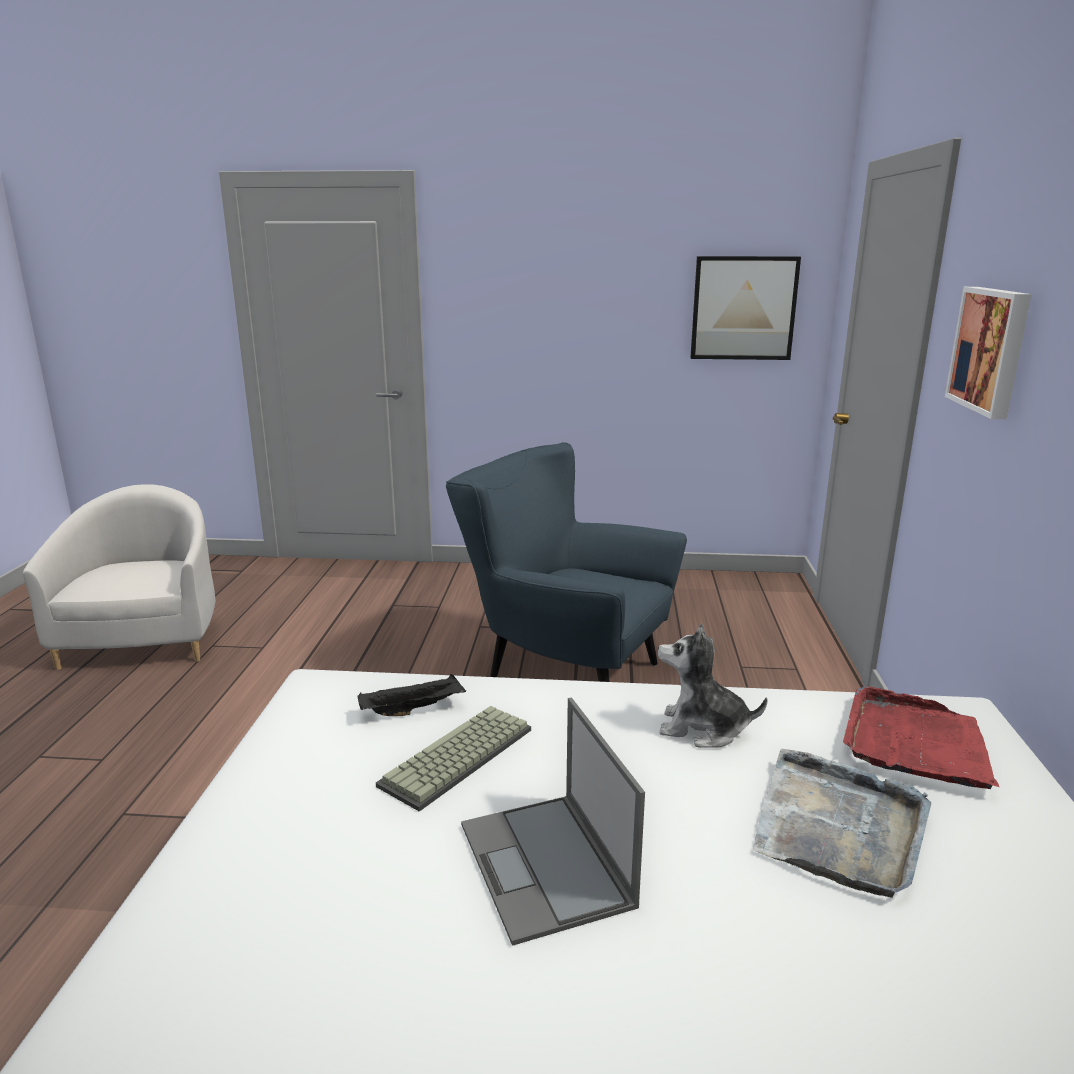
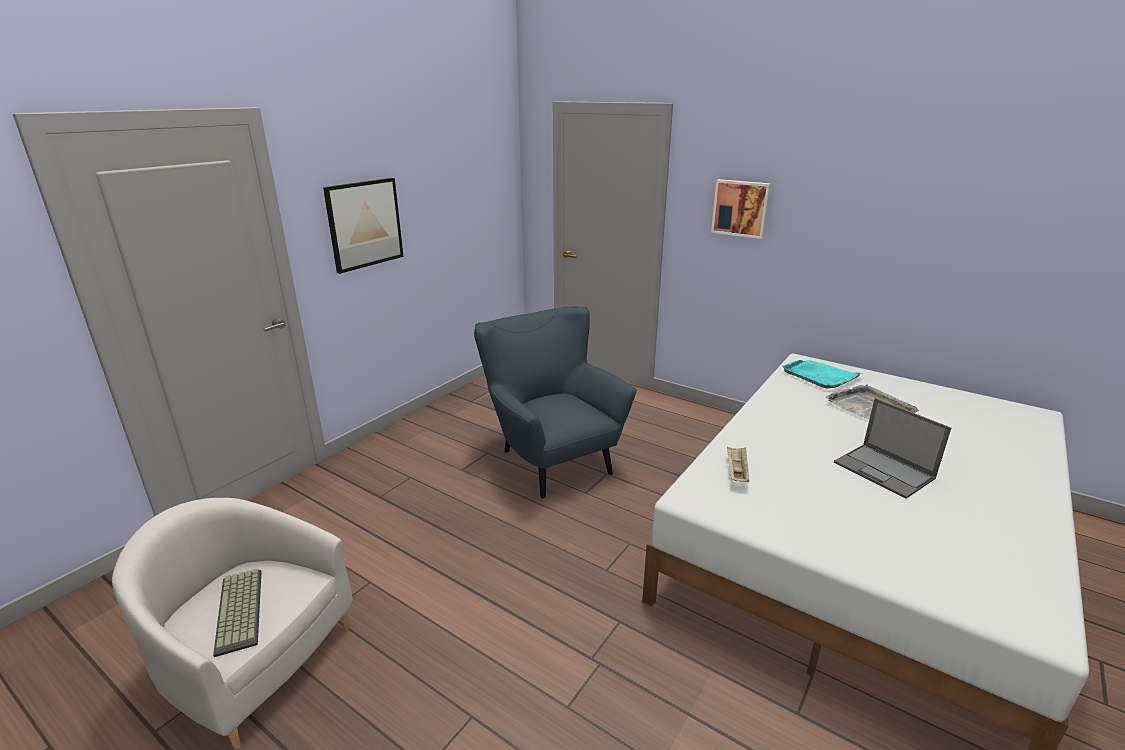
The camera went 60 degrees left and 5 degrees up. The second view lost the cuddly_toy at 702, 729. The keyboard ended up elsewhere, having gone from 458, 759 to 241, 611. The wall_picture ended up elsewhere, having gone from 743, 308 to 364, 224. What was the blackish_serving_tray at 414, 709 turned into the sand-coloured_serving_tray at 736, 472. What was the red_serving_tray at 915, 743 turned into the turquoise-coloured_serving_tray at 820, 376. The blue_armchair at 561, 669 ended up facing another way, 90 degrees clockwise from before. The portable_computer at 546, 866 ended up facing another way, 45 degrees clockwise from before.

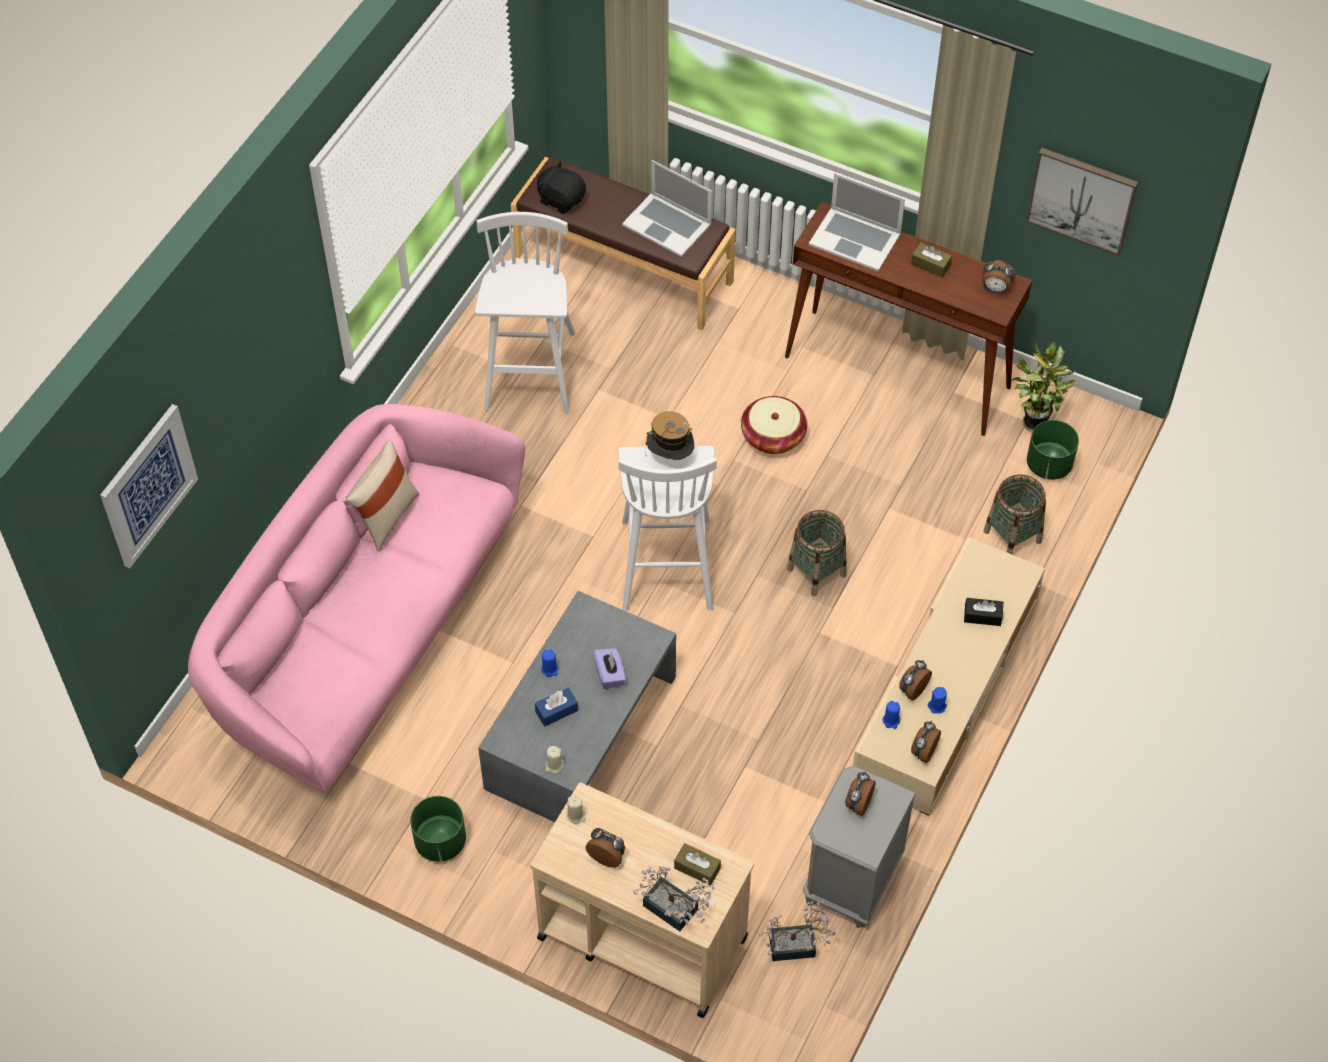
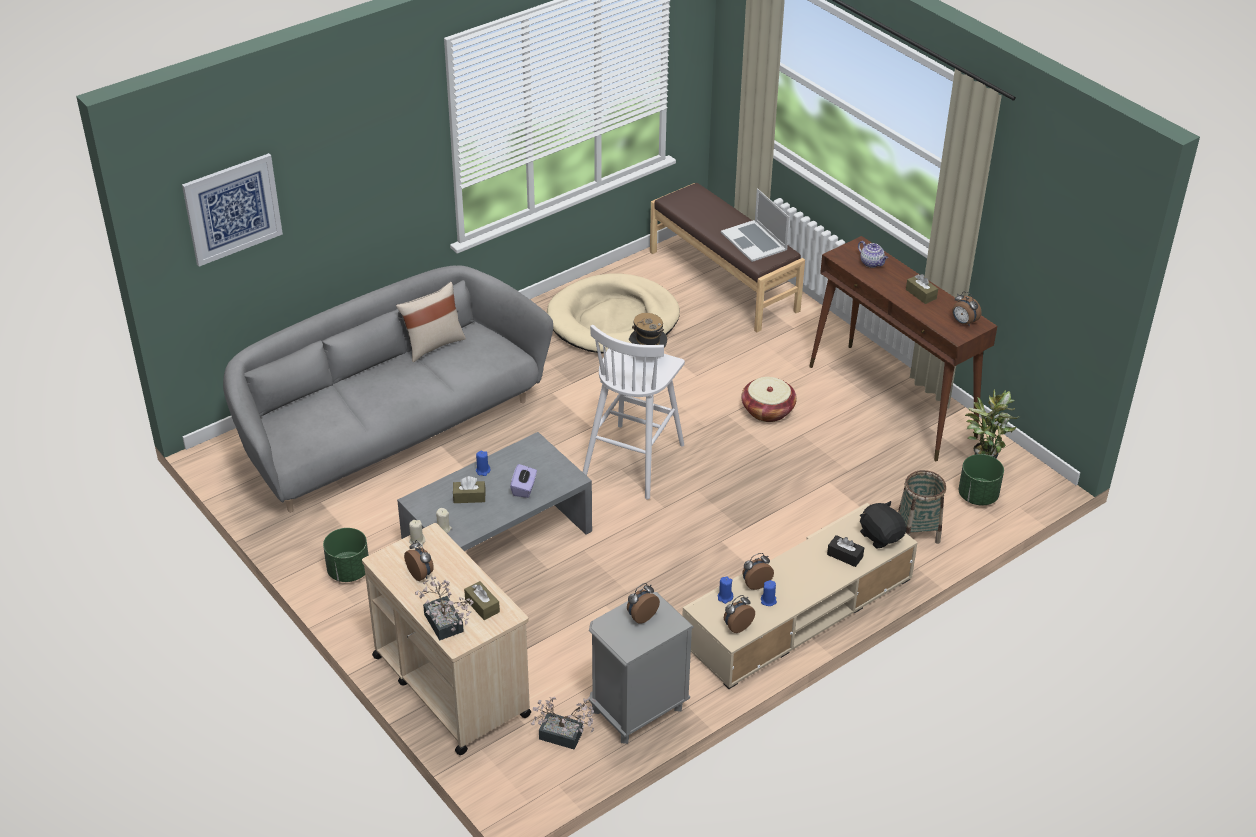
The camera went 25 degrees right and 15 degrees down. The second view lost the basket at 816, 572. The second view lost the wall_picture at 1082, 199. The blackish_cuddly_toy ended up elsewhere, having gone from 561, 199 to 881, 536. Where the whitish_stool_seat stood at 530, 373, the sand-coloured_dog_cushion came to stand at 613, 320. Where the portable_computer stood at 855, 239, the pot_for_tea came to stand at 872, 263. What was the pink-coloured_settee at 364, 634 turned into the gray_settee at 387, 431. What was the blue_tissue_holder at 556, 711 turned into the brown-coloured_tissue_holder at 469, 497.

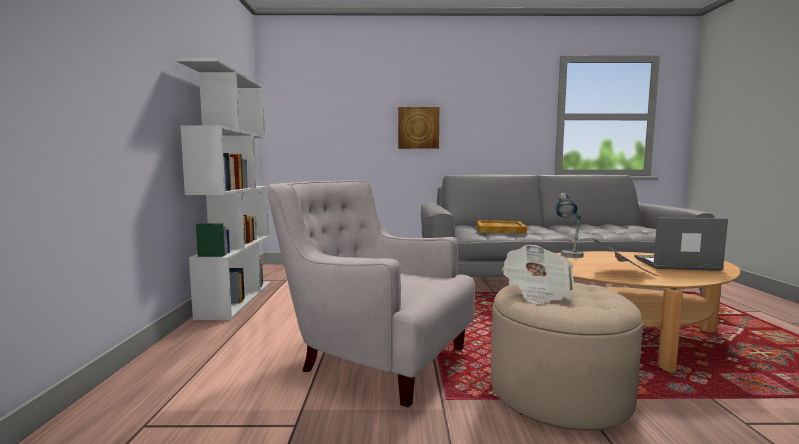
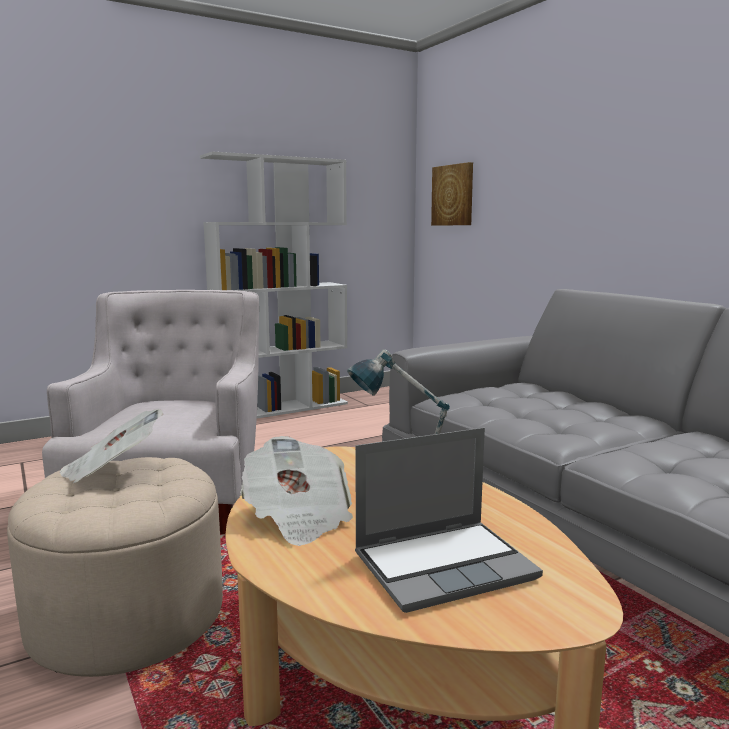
The camera went 60 degrees right and 5 degrees up. The second view lost the sand-coloured_serving_tray at 499, 229. The wall_picture ended up elsewhere, having gone from 418, 128 to 453, 195. The portable_computer at 675, 264 ended up facing another way, 90 degrees clockwise from before.

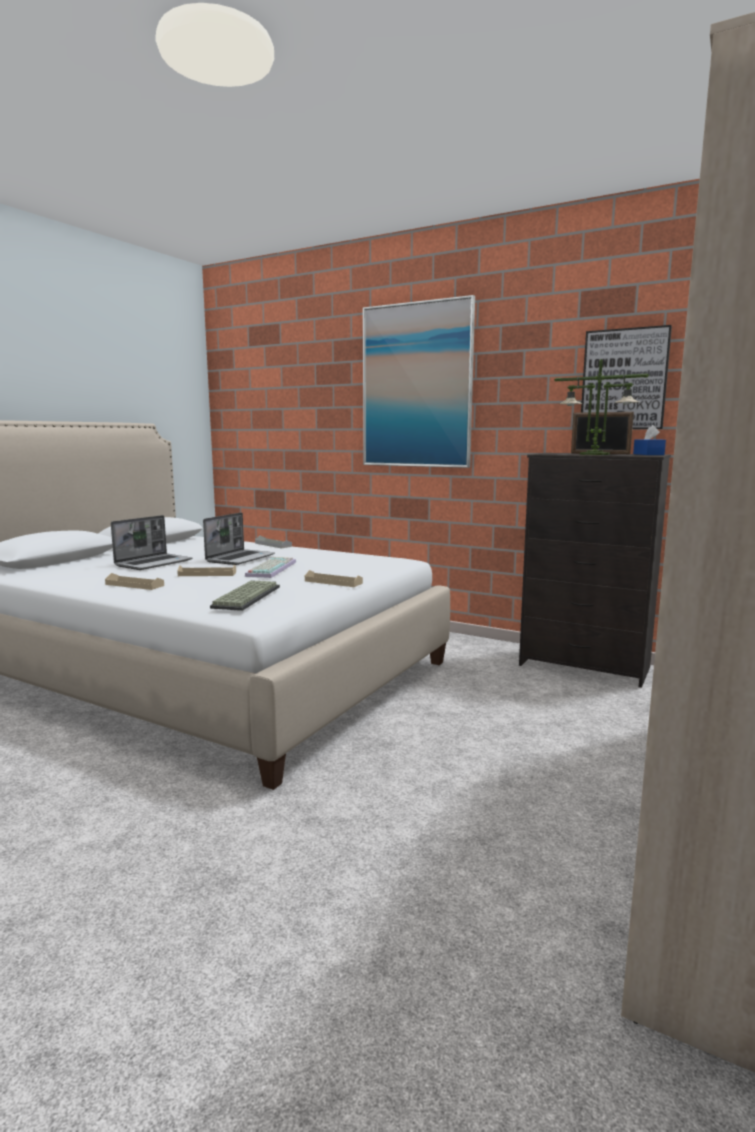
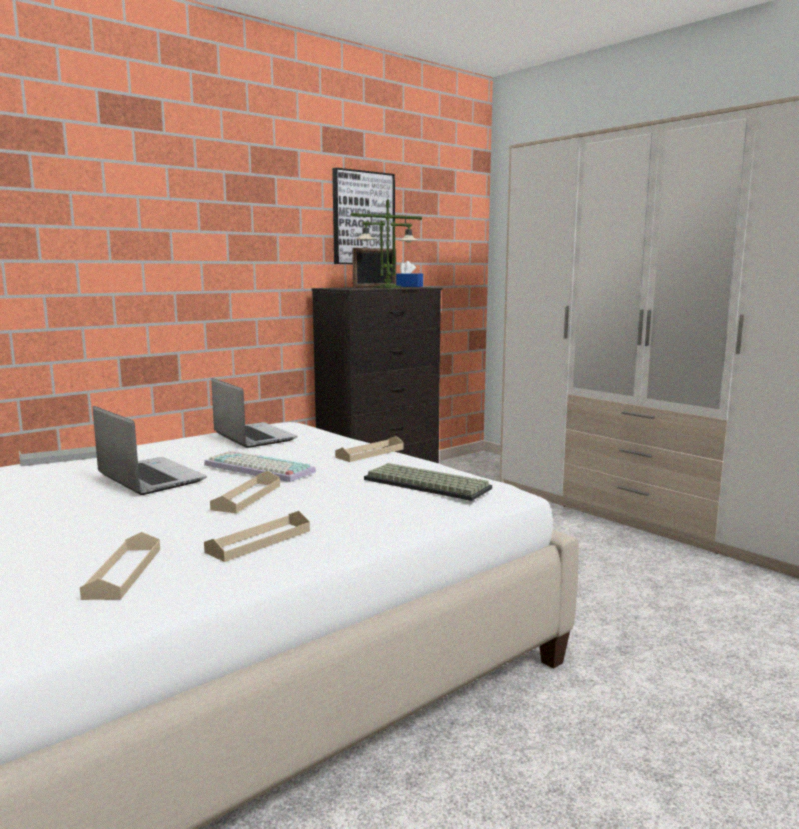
The camera went 70 degrees left and 0 degrees up. The second view lost the wall_picture at 416, 386. The second view gained the sand-coloured_serving_tray at 123, 572. The portable_computer ended up elsewhere, having gone from 154, 563 to 252, 436.

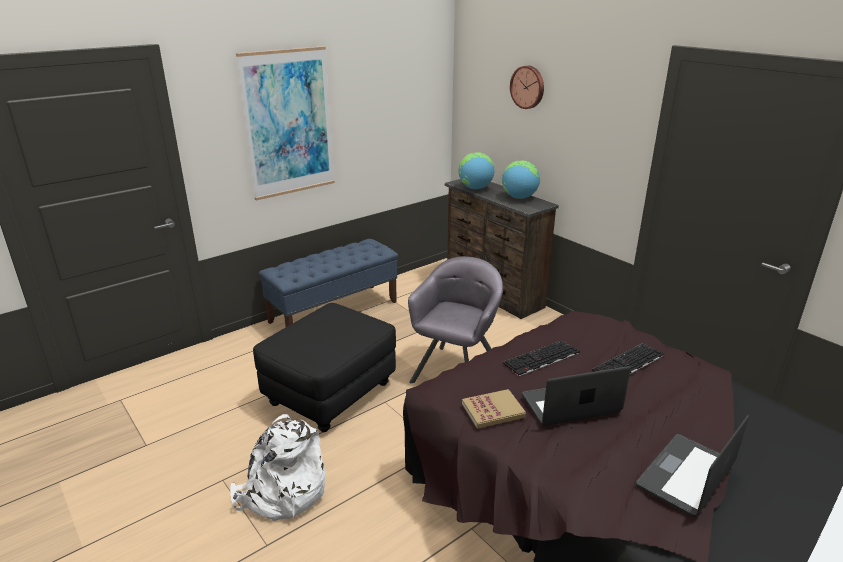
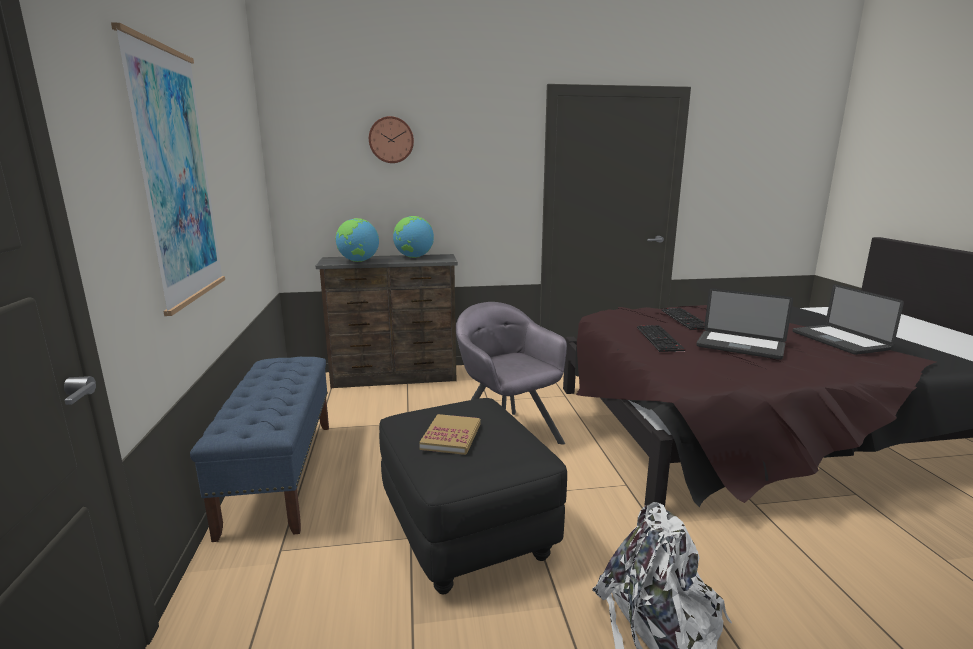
The camera went 60 degrees left and 10 degrees down. The volume ended up elsewhere, having gone from 493, 411 to 451, 436. The portable_computer at 570, 404 ended up facing another way, 75 degrees counterclockwise from before.

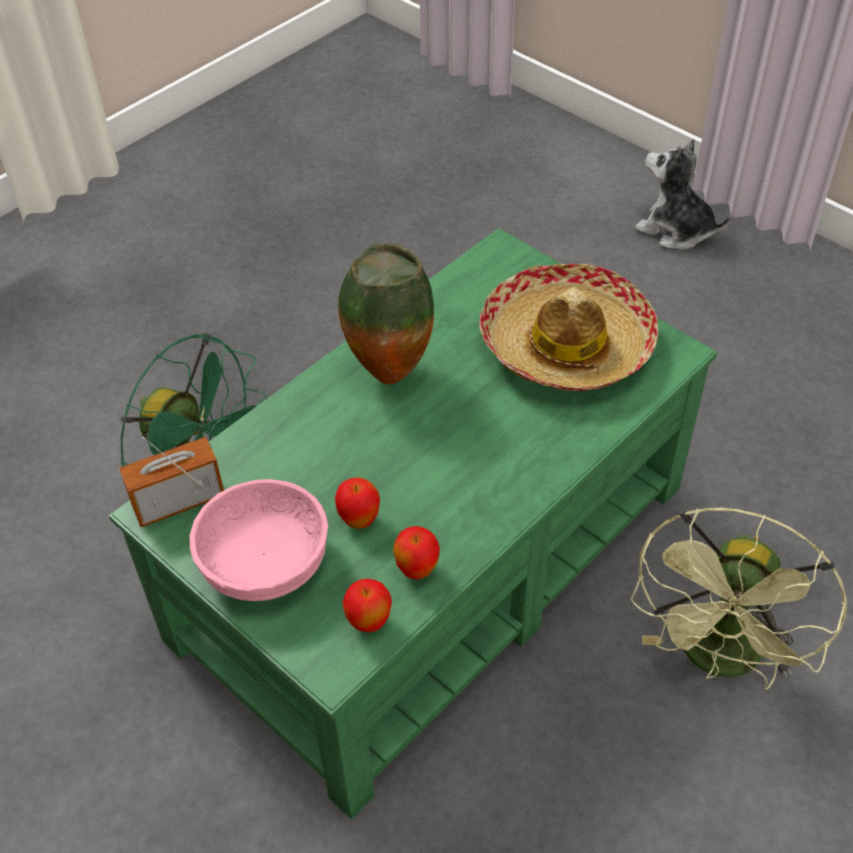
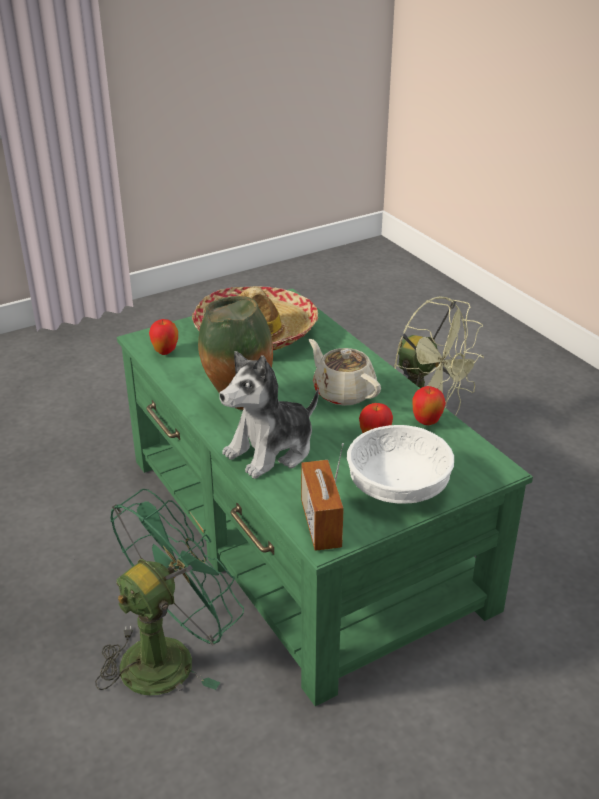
The camera went 75 degrees left and 15 degrees down. The second view gained the sand-coloured_pot_for_tea at 343, 392. The whole_apple ended up elsewhere, having gone from 369, 622 to 165, 352. The cuddly_toy ended up elsewhere, having gone from 675, 230 to 271, 450. What was the pink-coloured_serving_bowl at 267, 562 turned into the whitish_serving_bowl at 398, 486.

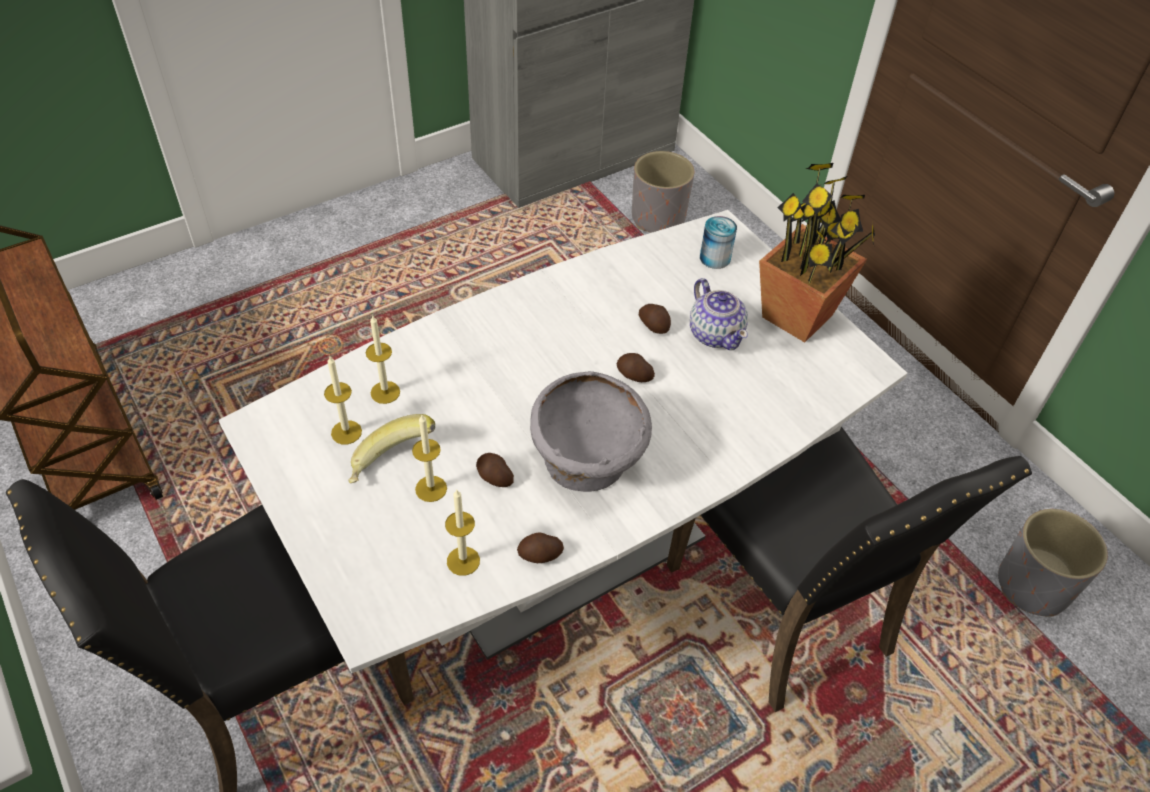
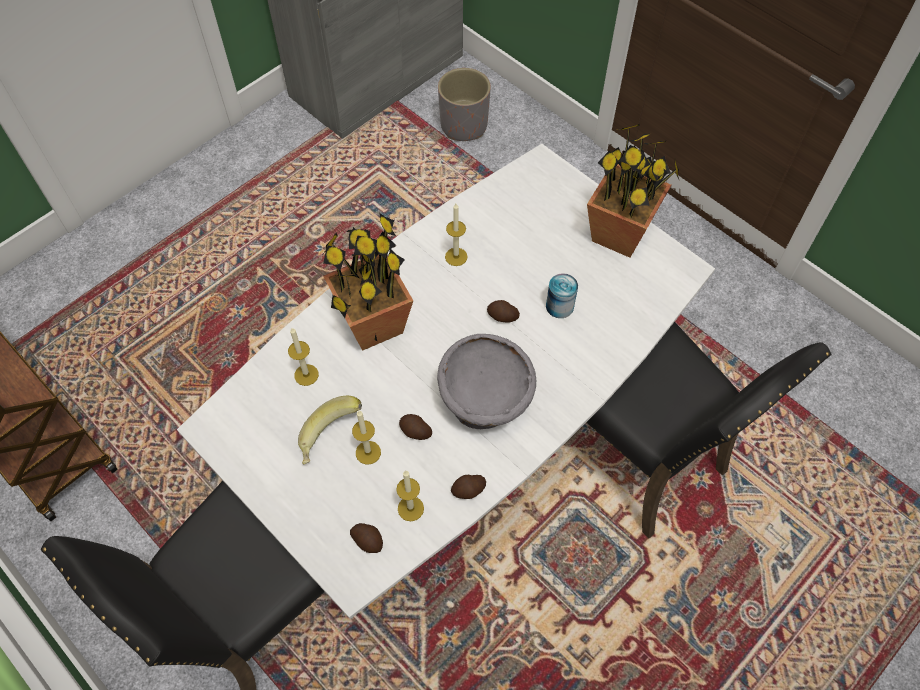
The camera went 10 degrees left and 10 degrees up. The second view lost the pot_for_tea at 715, 333. The second view lost the gray_planter at 1033, 586. The second view gained the houseplant at 372, 325. The wax_light ended up elsewhere, having gone from 346, 432 to 456, 256. The spud ended up elsewhere, having gone from 654, 325 to 368, 540. The metal_can ended up elsewhere, having gone from 715, 258 to 559, 306.

